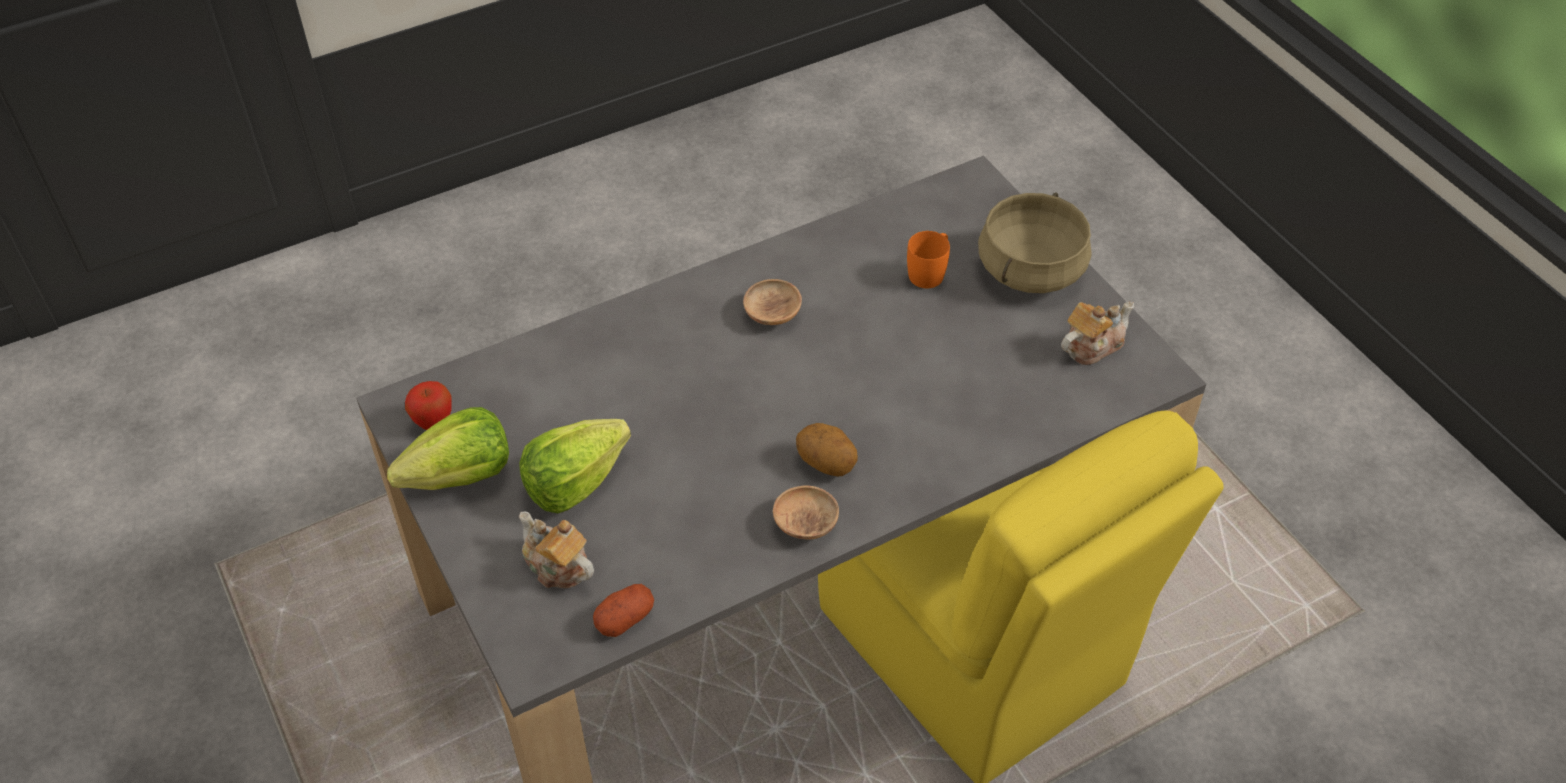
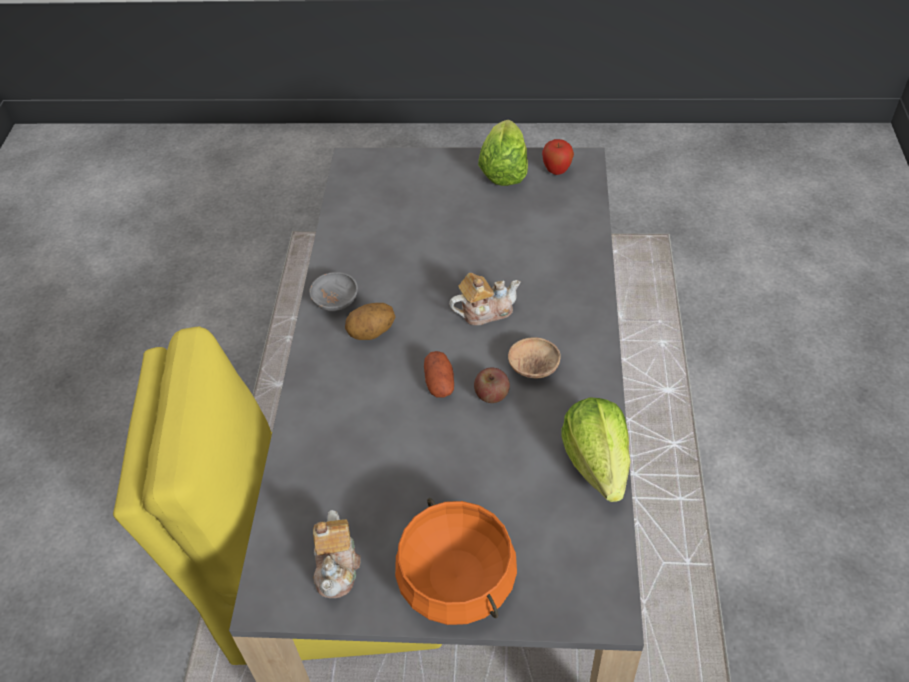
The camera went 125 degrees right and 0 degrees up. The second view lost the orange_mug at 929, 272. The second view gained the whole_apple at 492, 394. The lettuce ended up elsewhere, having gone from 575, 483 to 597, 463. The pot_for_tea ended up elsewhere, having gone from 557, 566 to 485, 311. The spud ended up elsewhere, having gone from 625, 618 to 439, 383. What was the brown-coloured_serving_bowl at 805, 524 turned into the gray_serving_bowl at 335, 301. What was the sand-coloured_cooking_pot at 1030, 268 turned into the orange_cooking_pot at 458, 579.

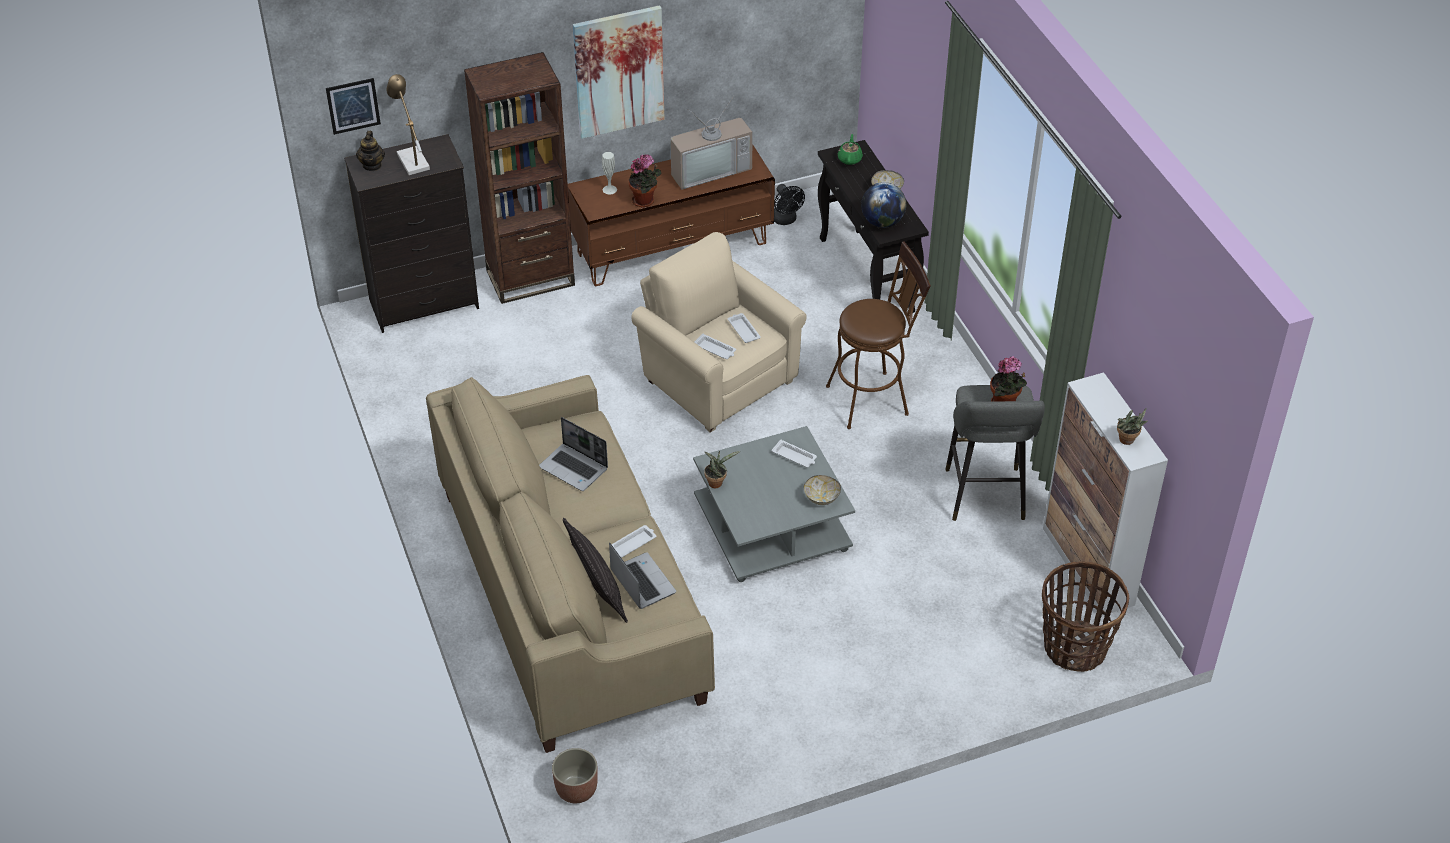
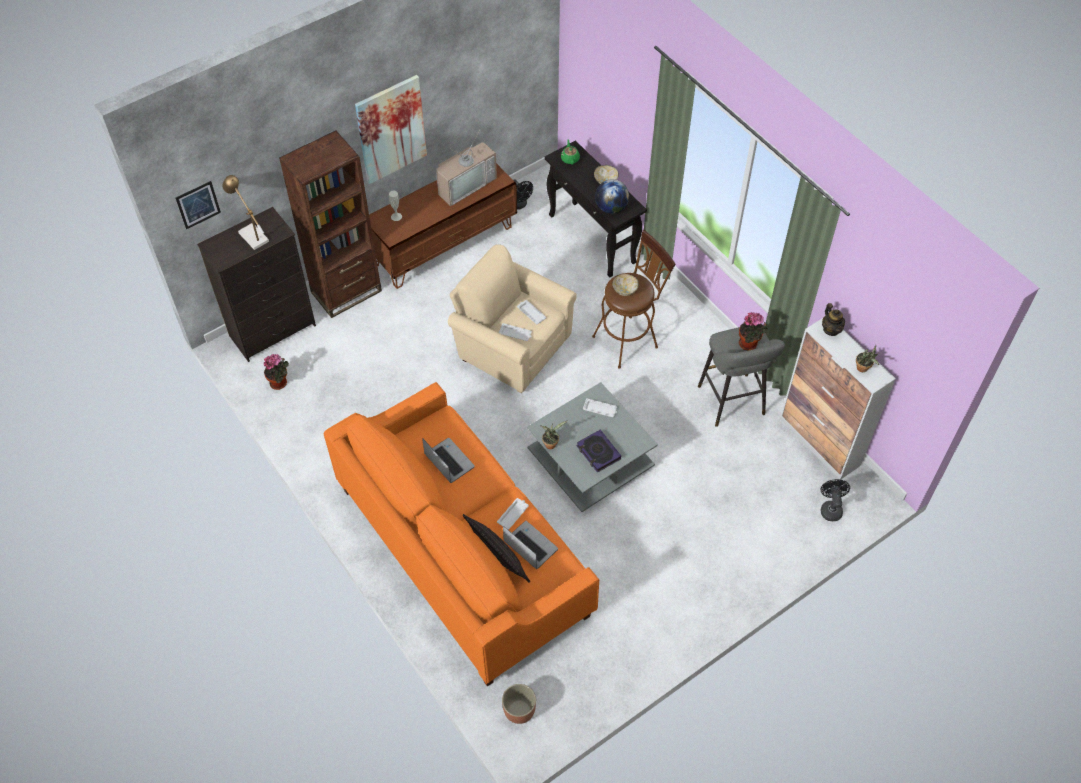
The camera went 15 degrees left and 10 degrees up. The second view gained the volume at 598, 453. The pot_for_tea ended up elsewhere, having gone from 372, 165 to 831, 329. The houseplant ended up elsewhere, having gone from 645, 201 to 280, 382. The serving_bowl ended up elsewhere, having gone from 822, 498 to 625, 290. Where the basket stood at 1074, 647, the blackish_fan came to stand at 830, 508. What was the sand-coloured_settee at 571, 595 turned into the orange_settee at 463, 551. The portable_computer at 574, 468 ended up facing another way, 150 degrees counterclockwise from before.

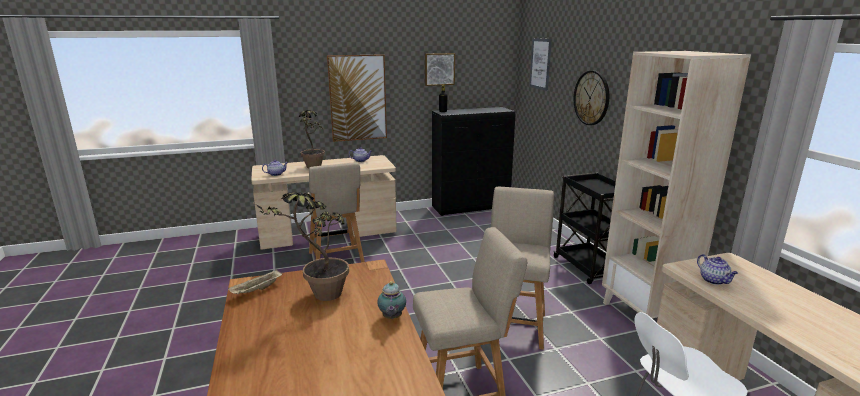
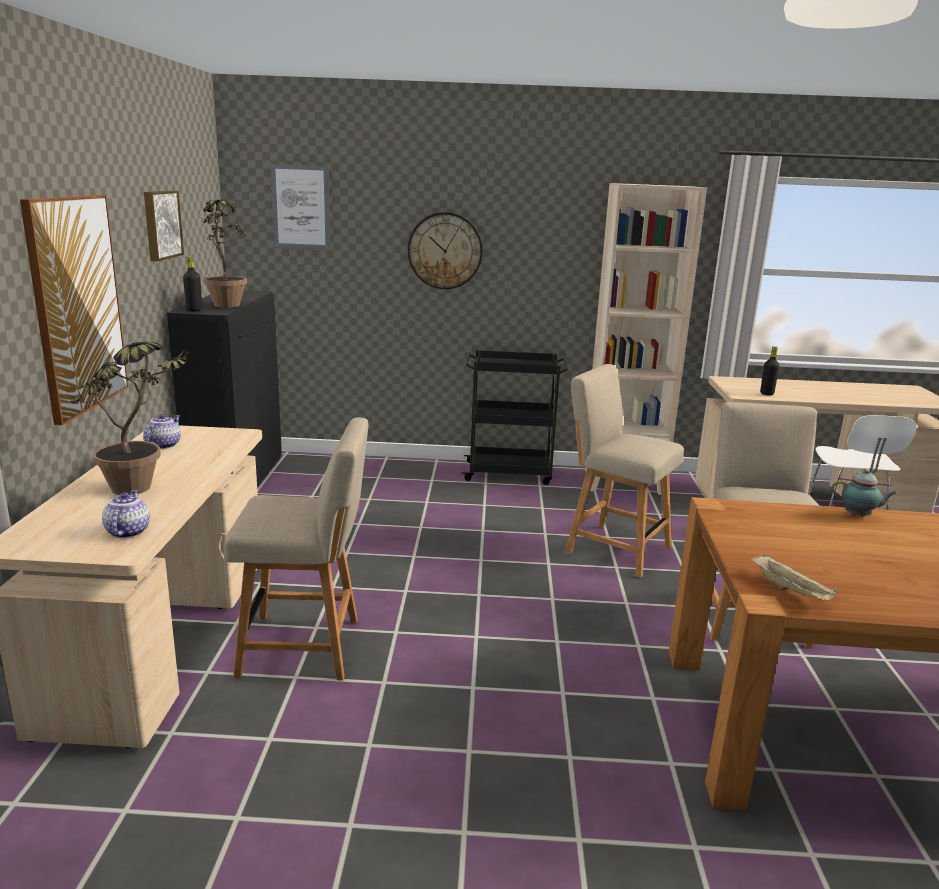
The camera went 70 degrees left and 0 degrees up. The houseplant ended up elsewhere, having gone from 318, 297 to 226, 307. Where the pot_for_tea stood at 714, 280, the blackish_bottle came to stand at 766, 394.

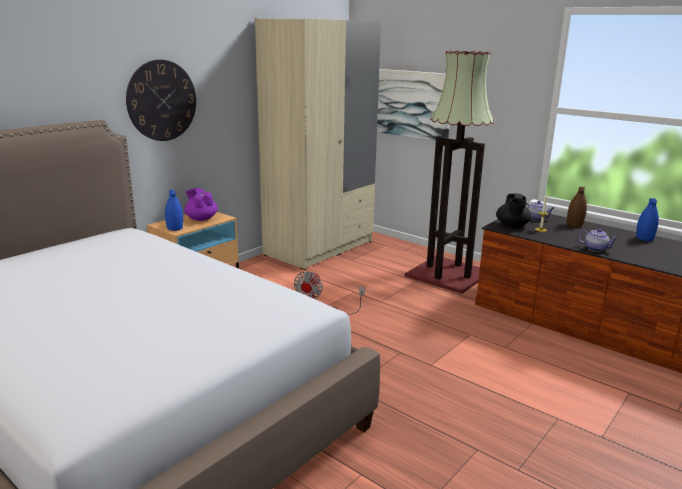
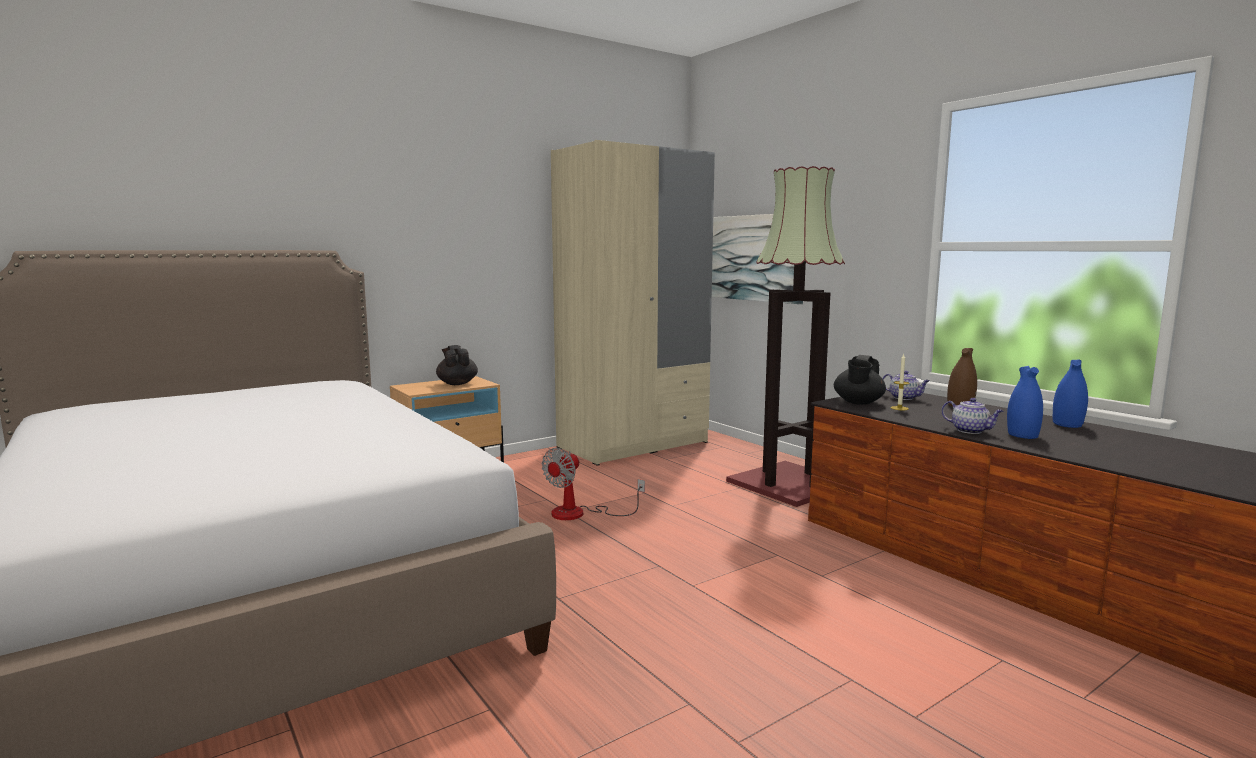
The camera went 15 degrees right and 10 degrees down. The second view lost the hanging_clock at 162, 100. The blue_flower_vase ended up elsewhere, having gone from 175, 228 to 1022, 435. What was the purple_pot_for_tea at 201, 219 turned into the blackish_pot_for_tea at 457, 383.

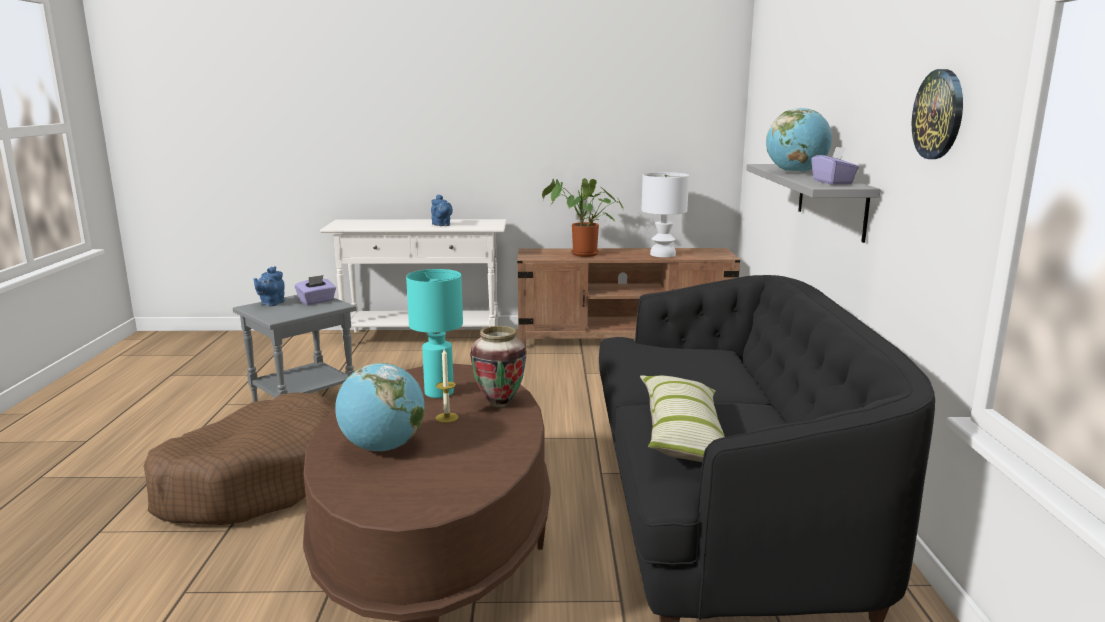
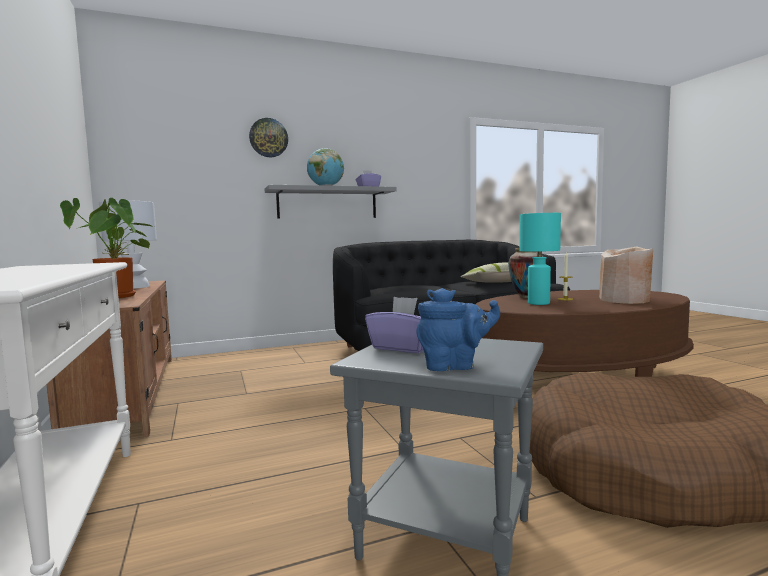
The camera went 110 degrees left and 10 degrees down. The second view lost the blue_pot_for_tea at 441, 225. The hanging_clock ended up elsewhere, having gone from 939, 114 to 268, 138. Where the world_globe stood at 383, 447, the sand-coloured_flower_vase came to stand at 624, 300.

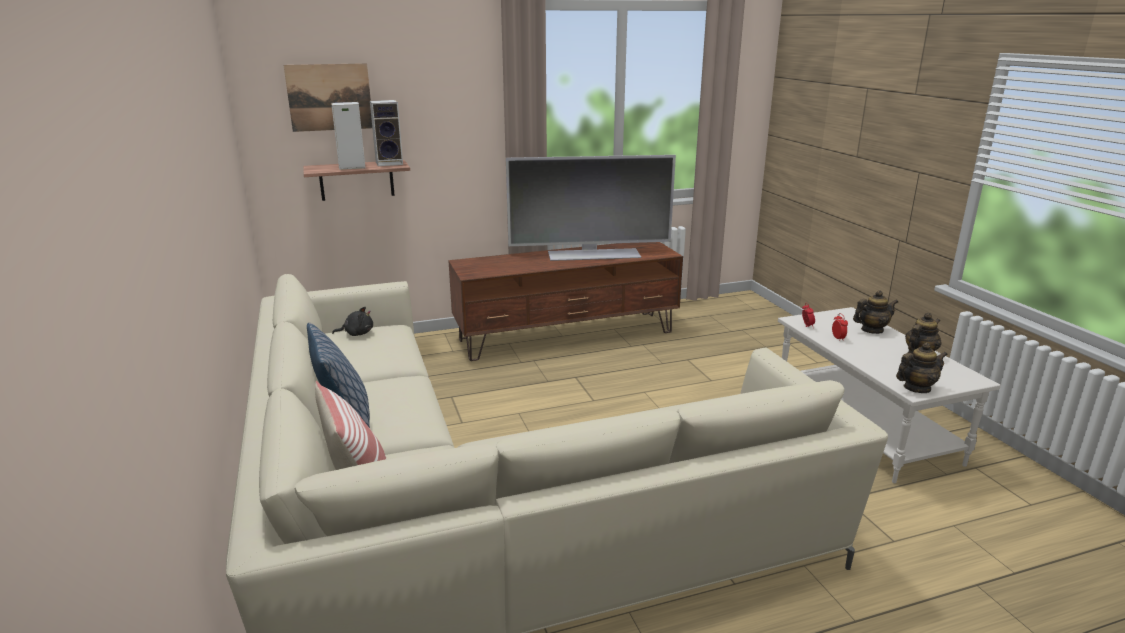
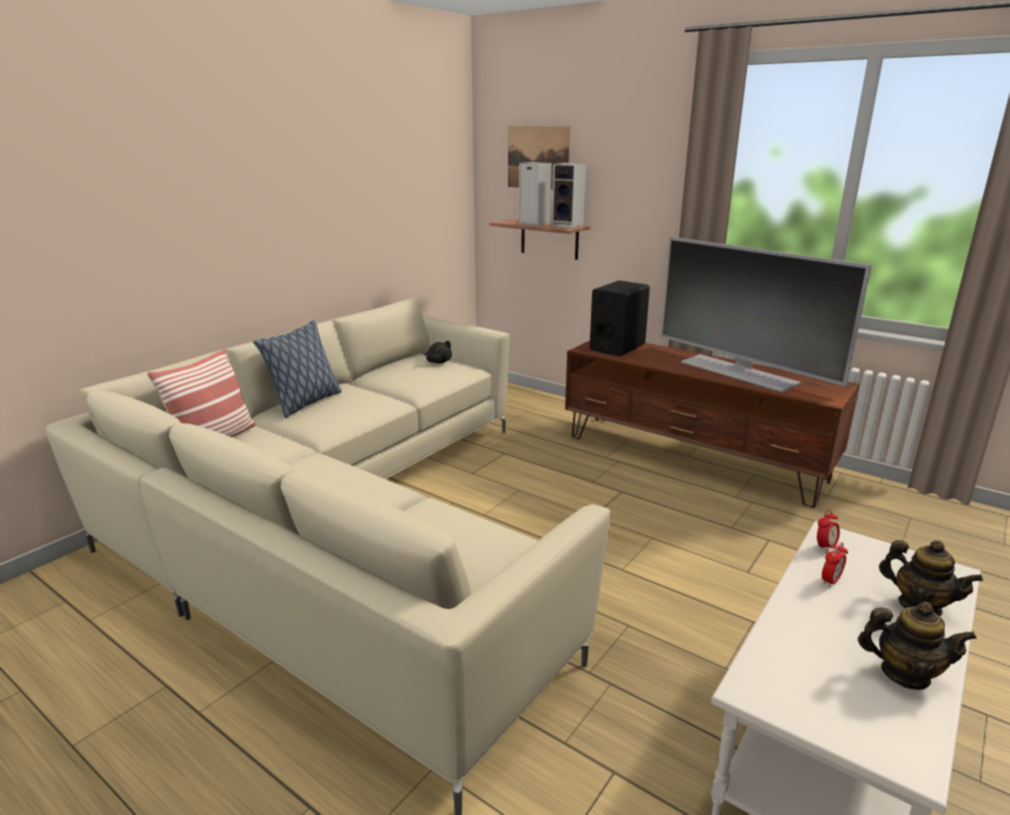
The camera went 55 degrees right and 0 degrees up. The second view lost the pot_for_tea at 916, 388. The second view gained the blackish_loudspeaker at 617, 347.

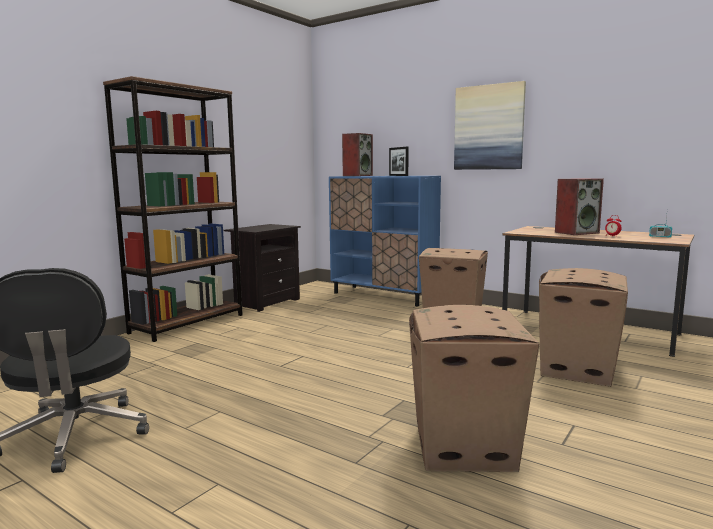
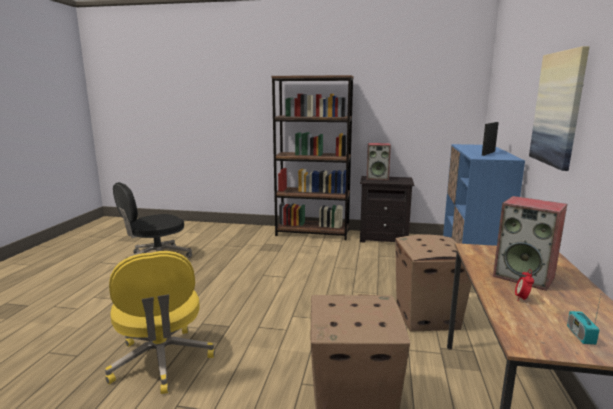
The camera went 65 degrees right and 5 degrees up. The loudspeaker ended up elsewhere, having gone from 357, 176 to 377, 178. Where the carton stood at 465, 448, the yellow_office_chair came to stand at 161, 361.

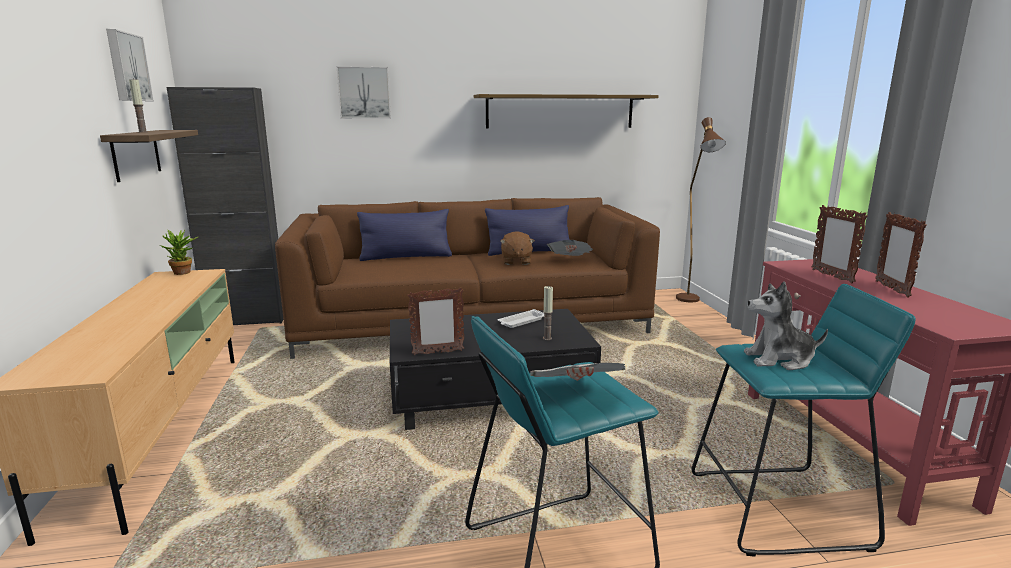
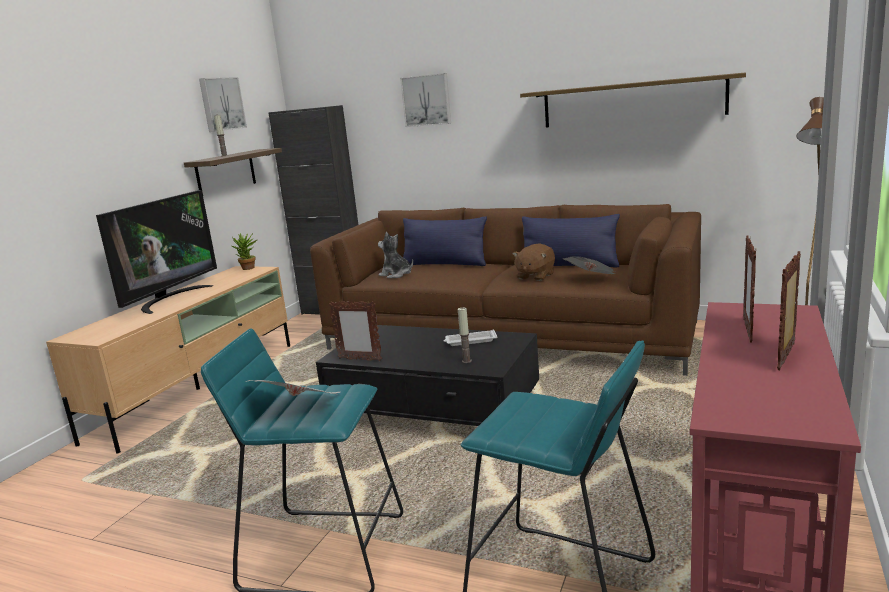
The camera went 35 degrees right and 0 degrees up. The second view gained the TV_set at 170, 299. The cuddly_toy ended up elsewhere, having gone from 779, 360 to 396, 275.

